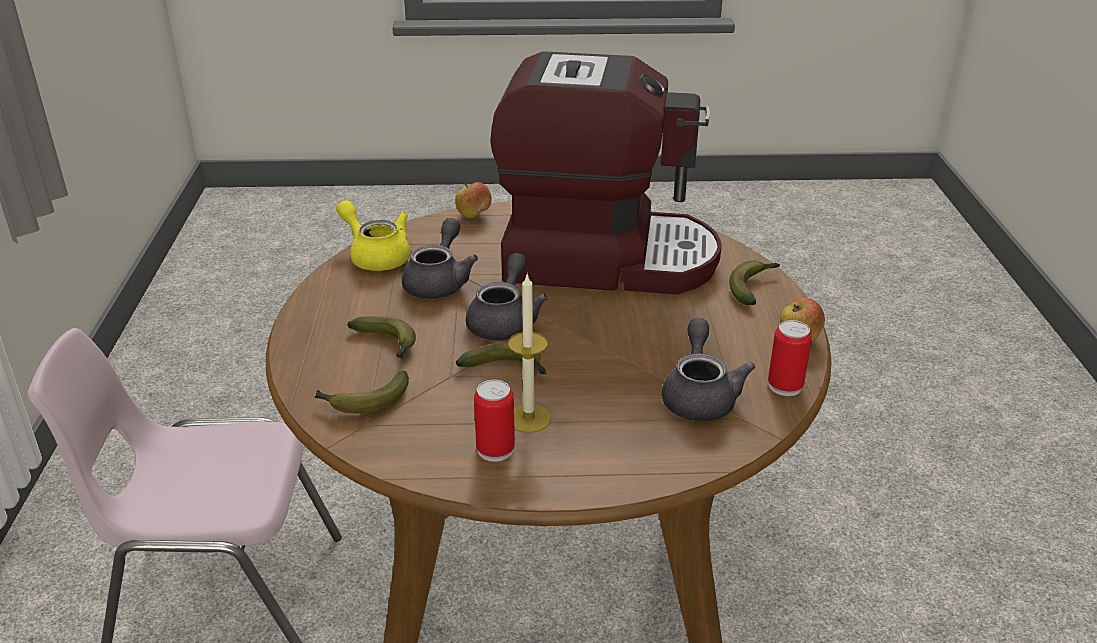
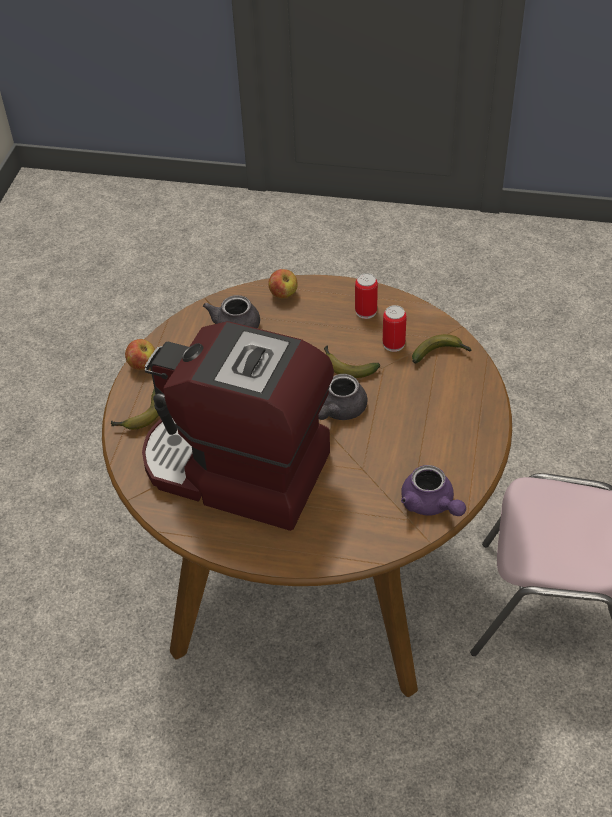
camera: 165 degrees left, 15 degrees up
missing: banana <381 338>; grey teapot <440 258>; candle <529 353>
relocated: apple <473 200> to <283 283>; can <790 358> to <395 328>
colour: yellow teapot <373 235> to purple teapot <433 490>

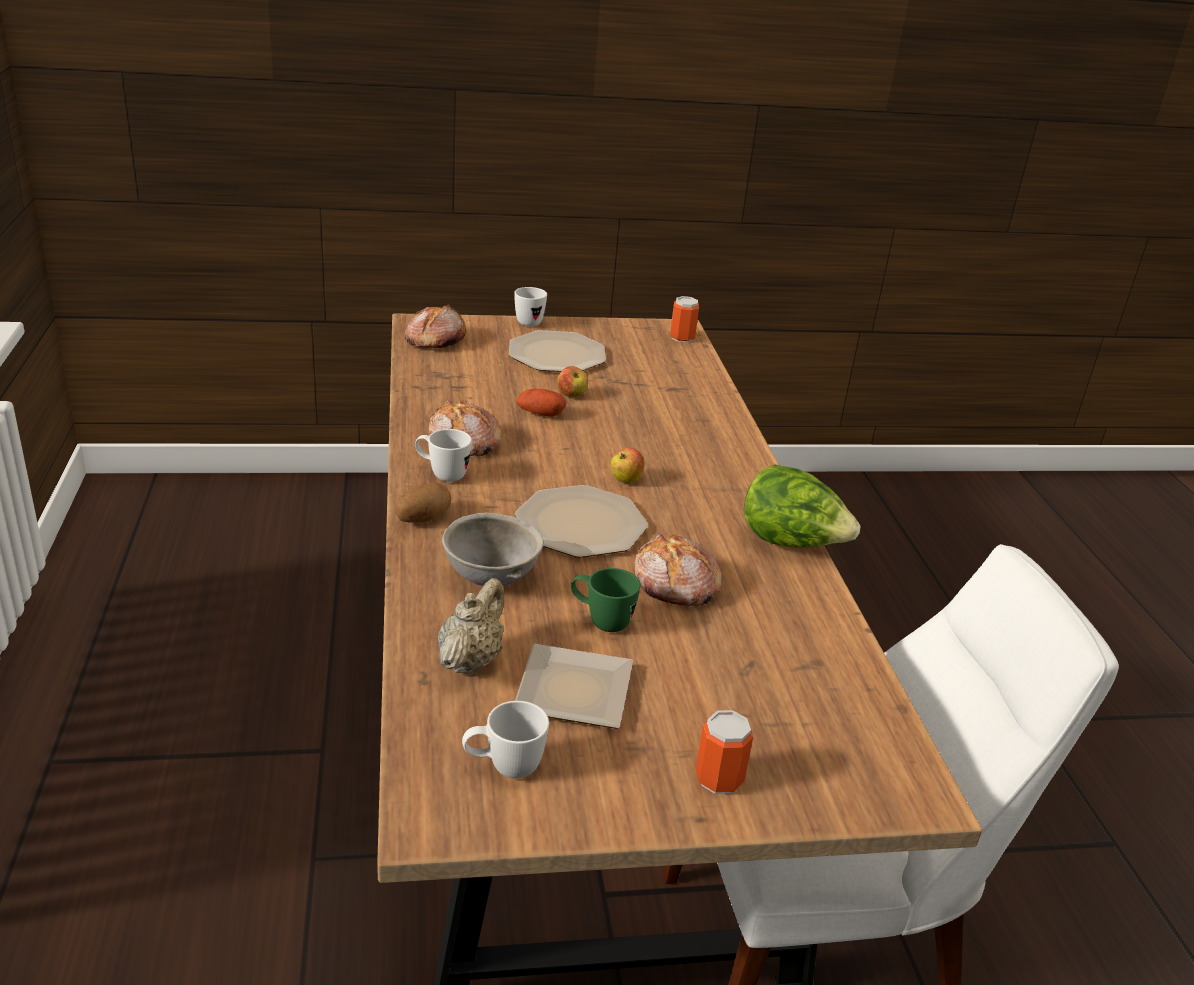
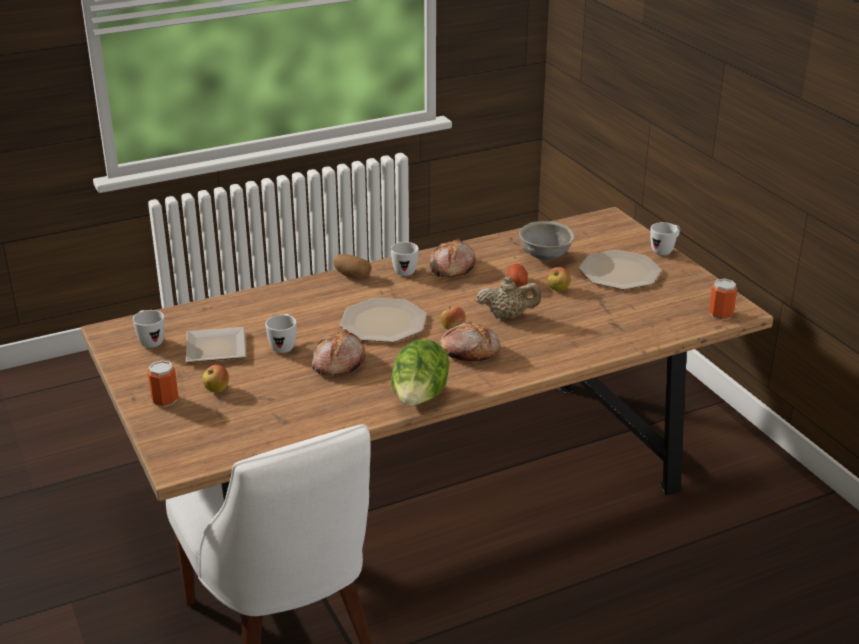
camera: 75 degrees right, 0 degrees up
appeared: apple <215 378>
relocated: bread <435 326> to <470 341>; beige teapot <471 626> to <509 298>; grey bowl <493 549> to <546 240>
colour: green mug <605 600> to white mug <281 333>

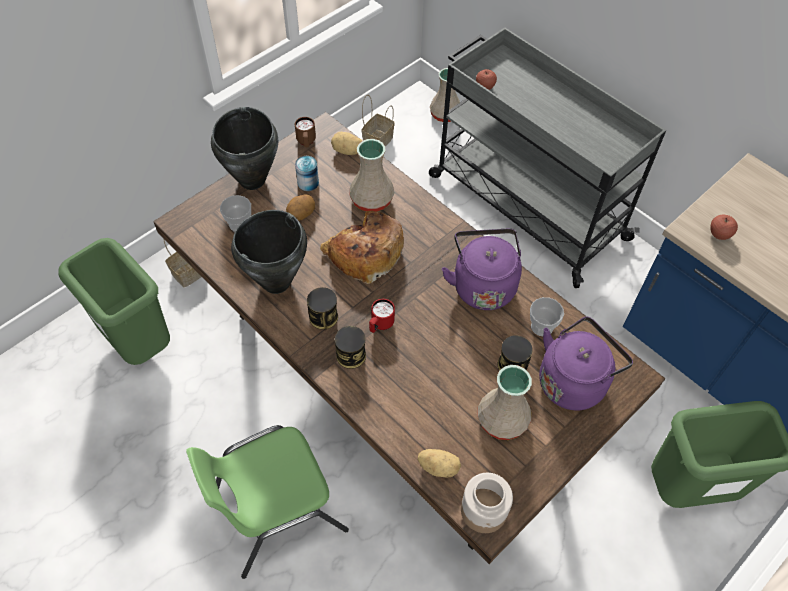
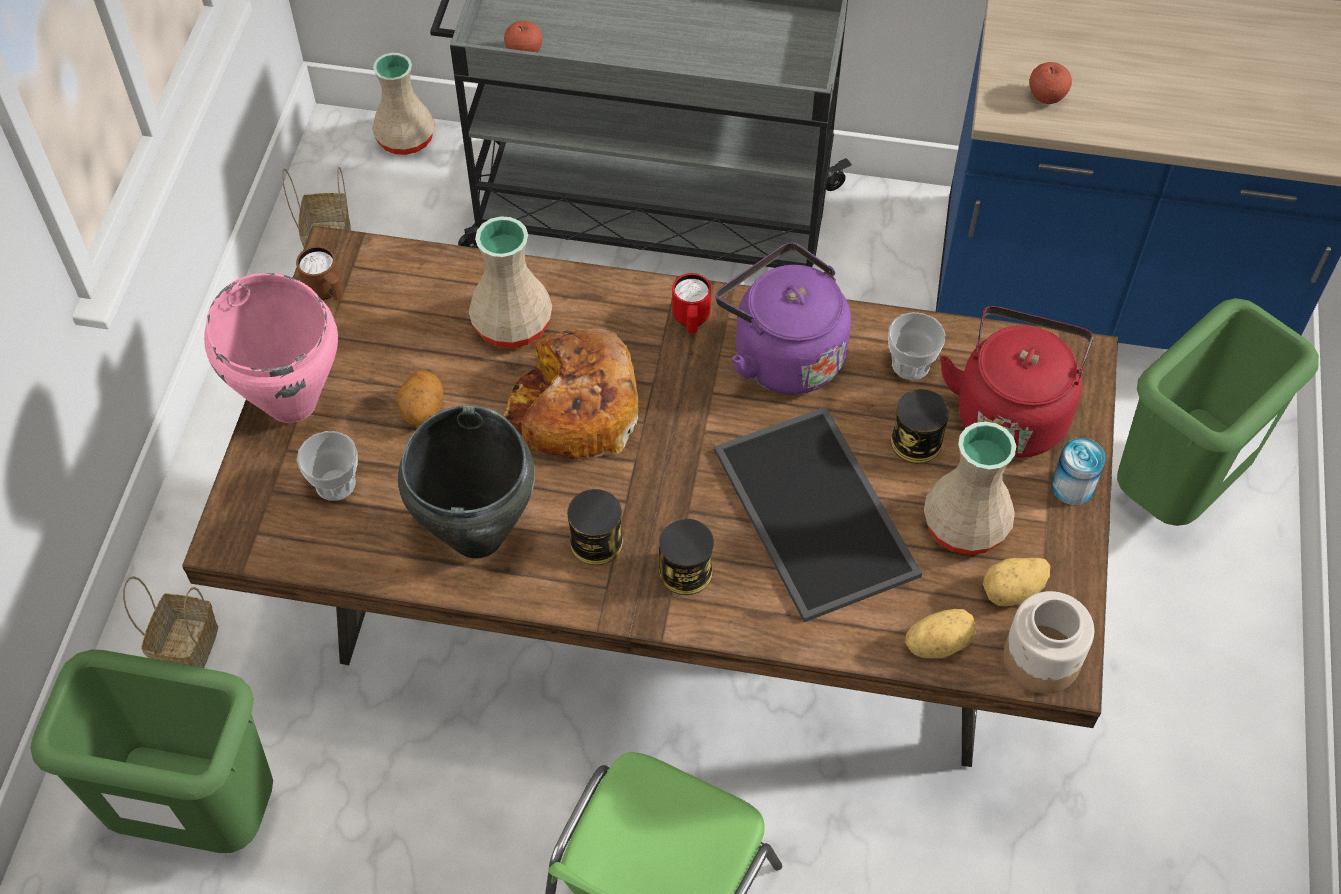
camera: 35 degrees left, 0 degrees up
appeared: tray <818 514>
relocated: red mug <382 316> to <691 303>; potato <347 143> to <1017 582>; can <307 173> to <1078 471>
colour: black cooking pot <244 148> to pink cooking pot <271 348>; purple kettle <586 363> to red kettle <1016 382>

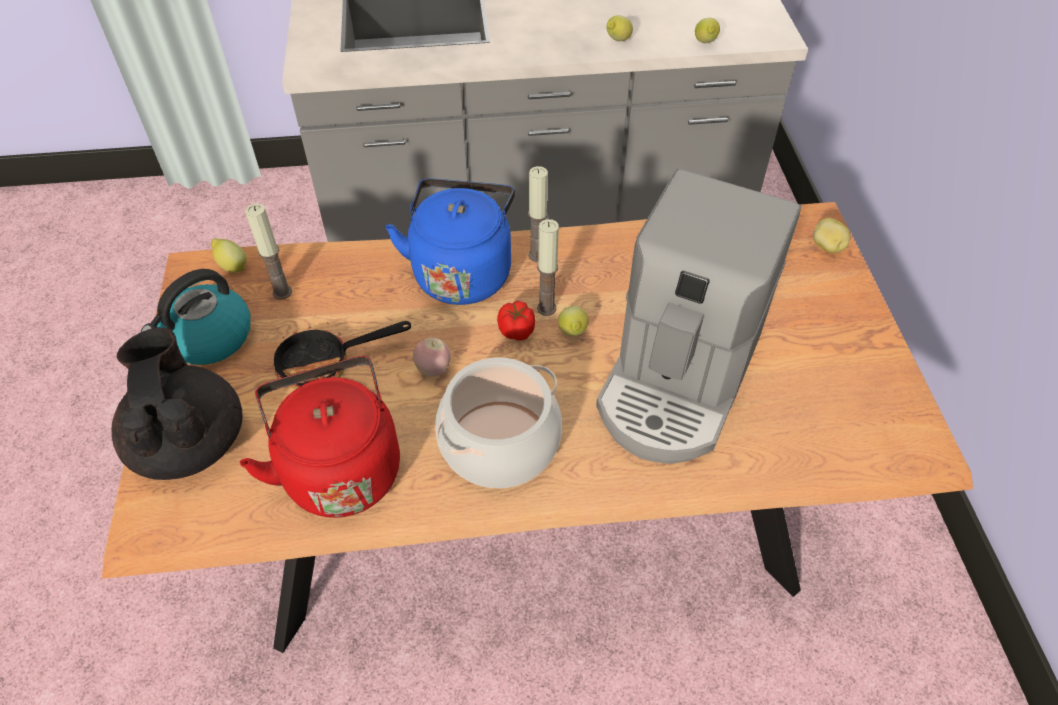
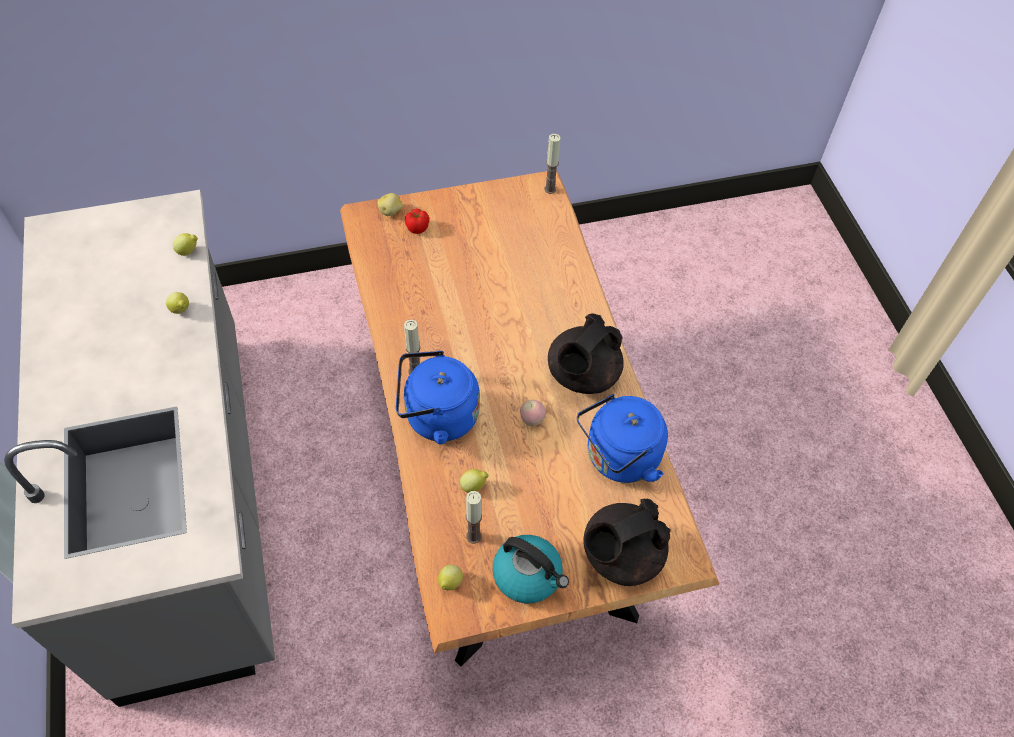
camera: 100 degrees left, 5 degrees up
missing: frying pan <342 355>; coffee machine <699 316>
relocated: tomato <516 321> to <417 221>; lemon <573 321> to <474 481>; candle <548 267> to <552 164>
exchanged: cooking pot <498 423> to black teapot <586 353>
colour: red kettle <320 437> to blue kettle <622 438>

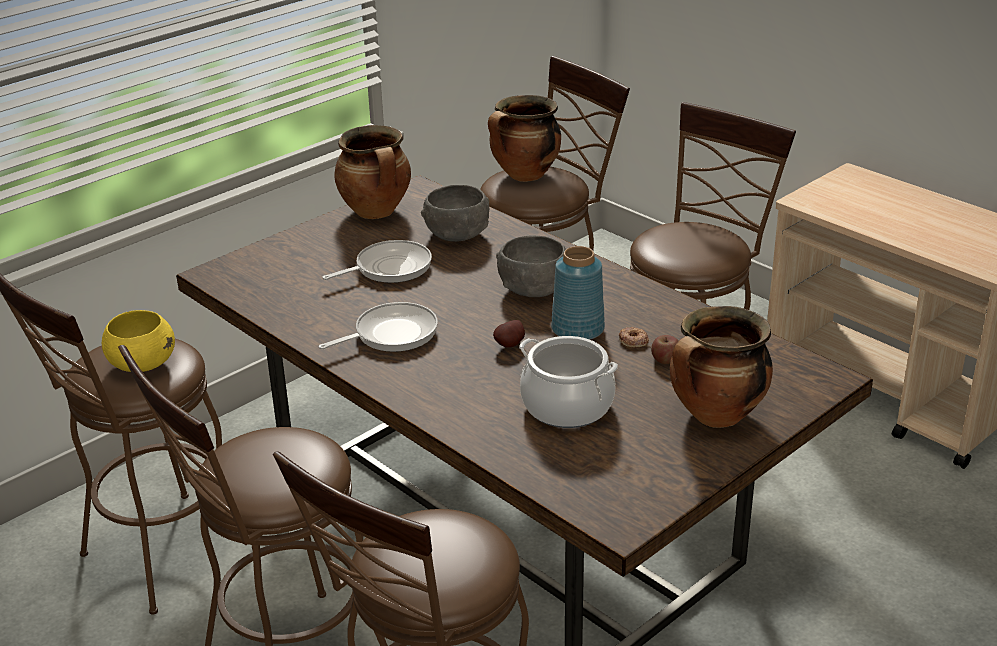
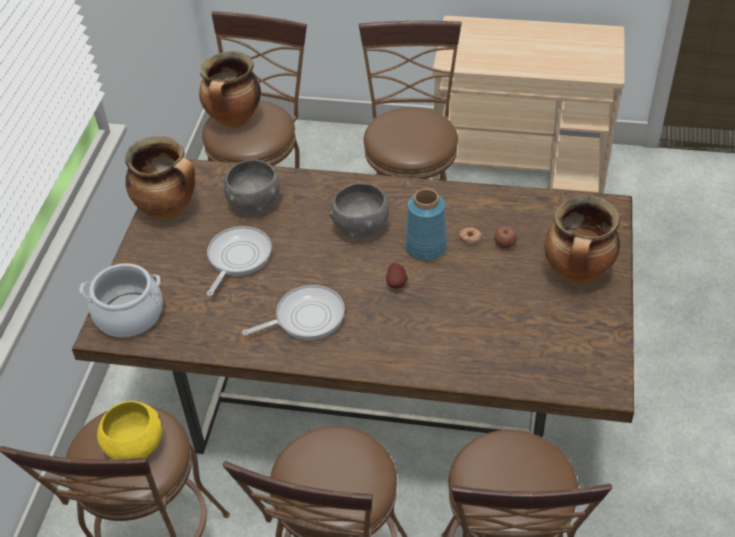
camera: 35 degrees left, 15 degrees up
relocated: cooking pot <568 382> to <121 300>
spun: frying pan <378 327> = <293 312> 45 degrees clockwise

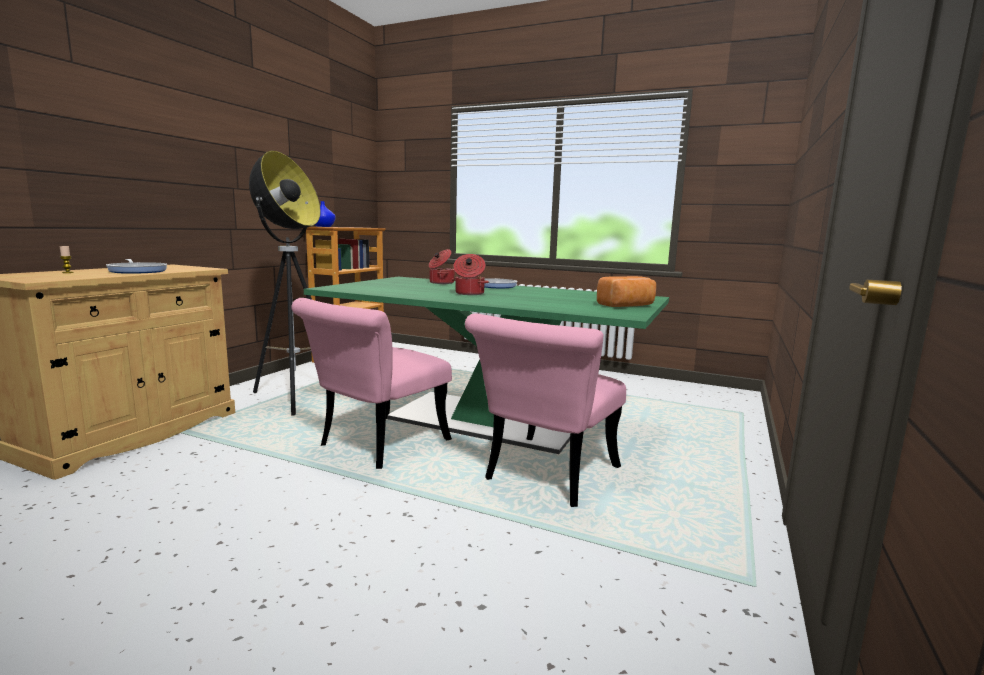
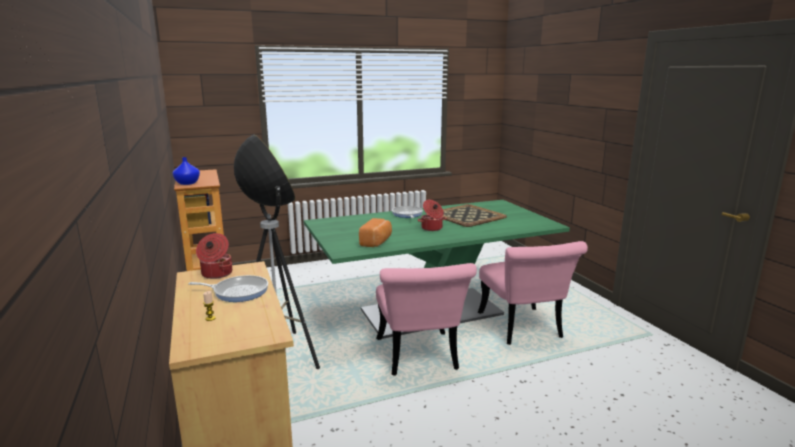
camera: 45 degrees left, 5 degrees up
appeared: tray <474 215>
relocated: cooking pot <442 266> to <214 256>; bread <626 291> to <375 232>

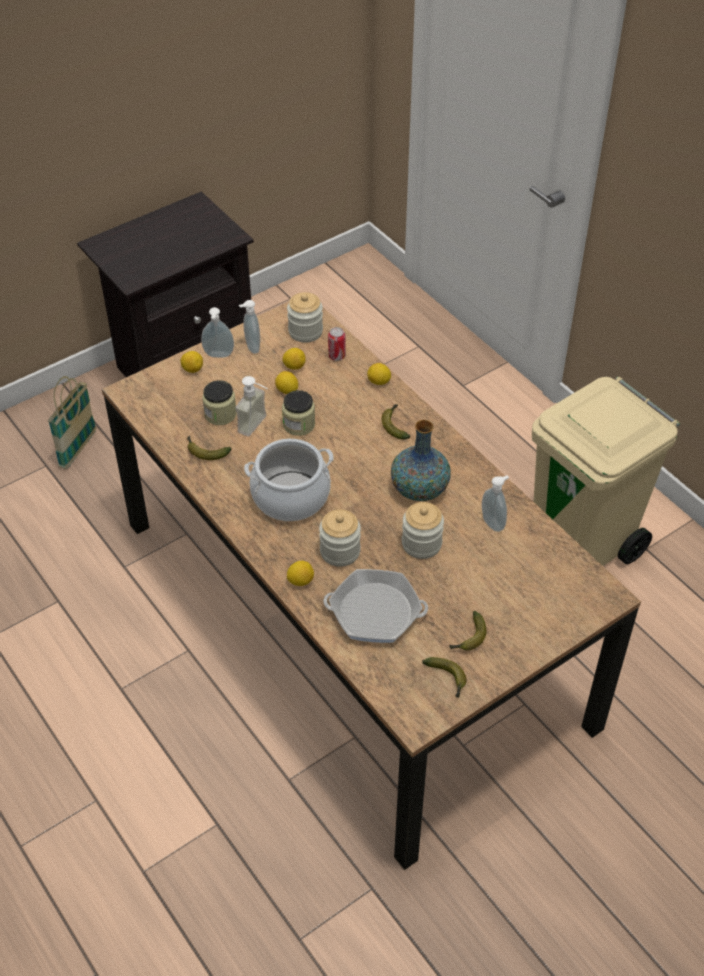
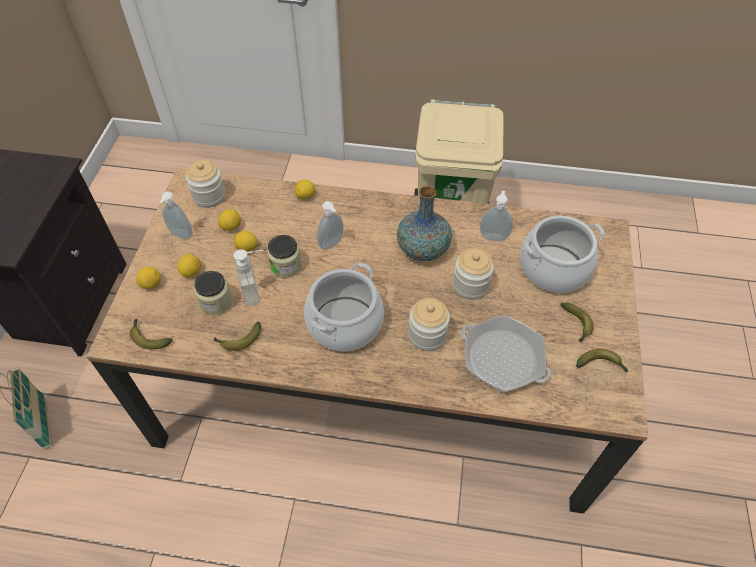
camera: 45 degrees left, 5 degrees up
missing: can <337 344>
appeared: cooking pot <562 254>
relocated: banana <396 422> to <151 334>; lemon <300 573> to <189 266>; soap dispenser <217 332> to <330 225>
spun: frying pan <375 606> = <506 353> 75 degrees clockwise

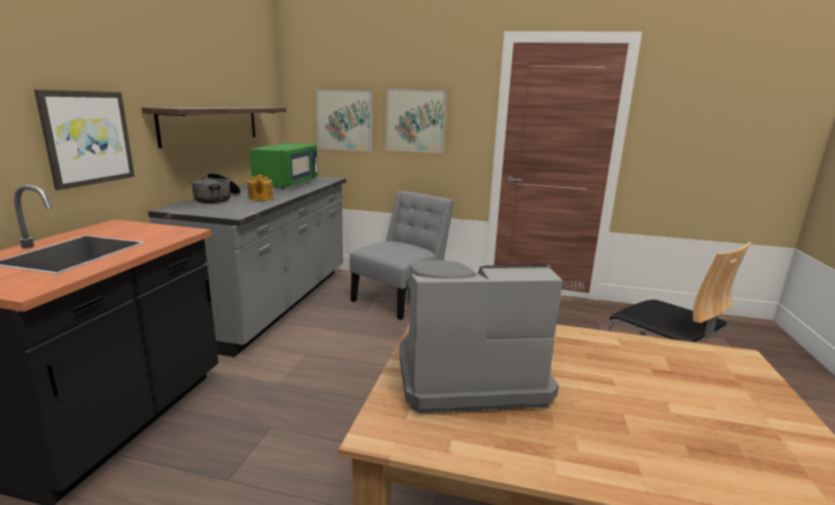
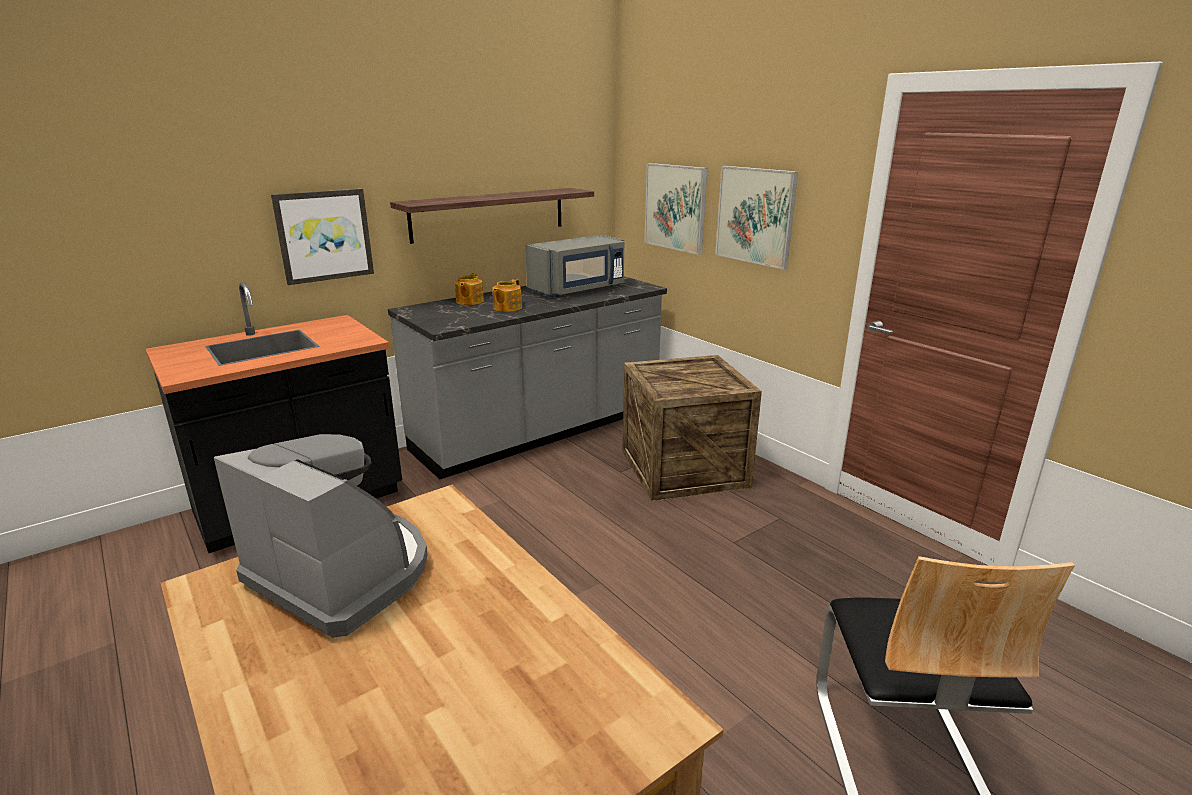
camera: 40 degrees right, 5 degrees up
exchanged: cooking pot <216 188> to teapot <469 289>; grey chair <402 255> to crate <692 428>
colour: green microwave <283 166> to grey microwave <574 266>

